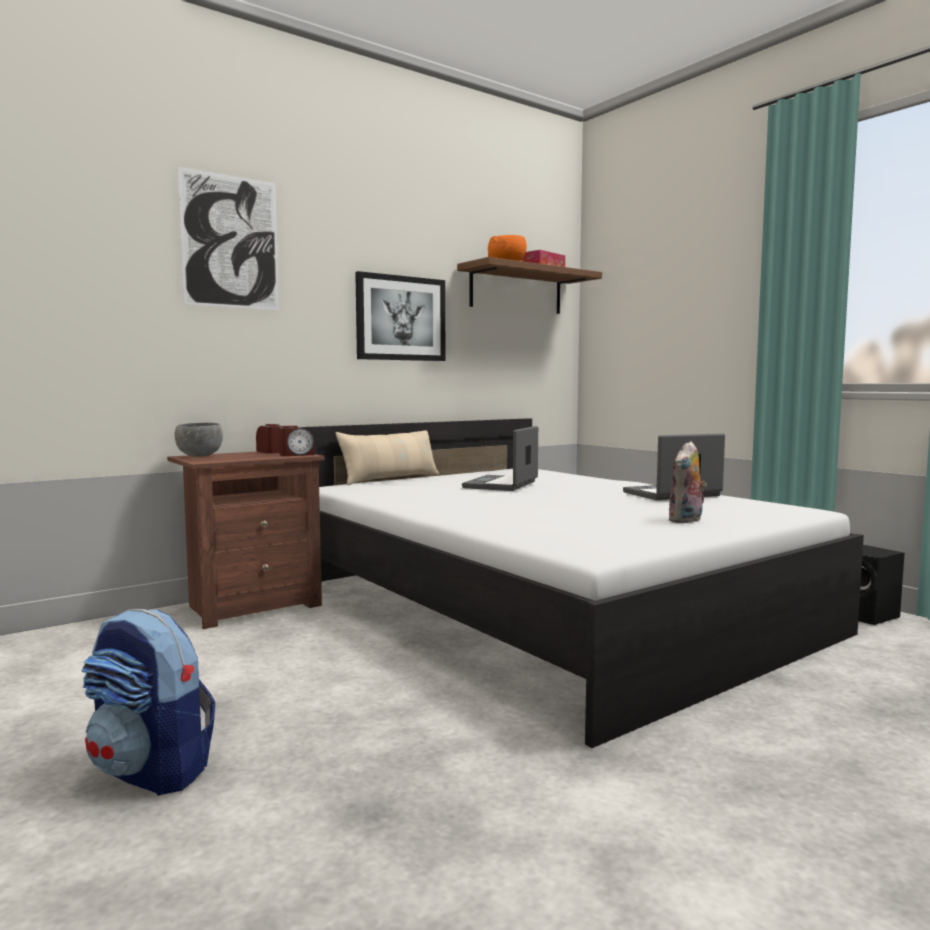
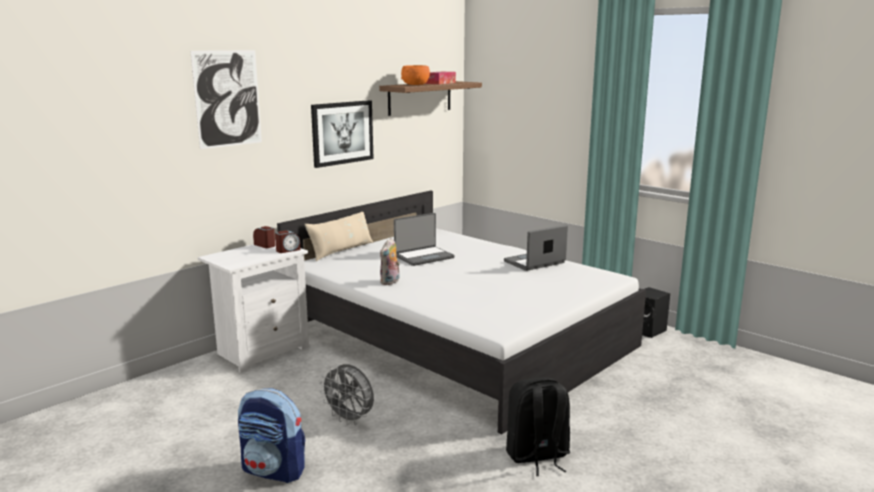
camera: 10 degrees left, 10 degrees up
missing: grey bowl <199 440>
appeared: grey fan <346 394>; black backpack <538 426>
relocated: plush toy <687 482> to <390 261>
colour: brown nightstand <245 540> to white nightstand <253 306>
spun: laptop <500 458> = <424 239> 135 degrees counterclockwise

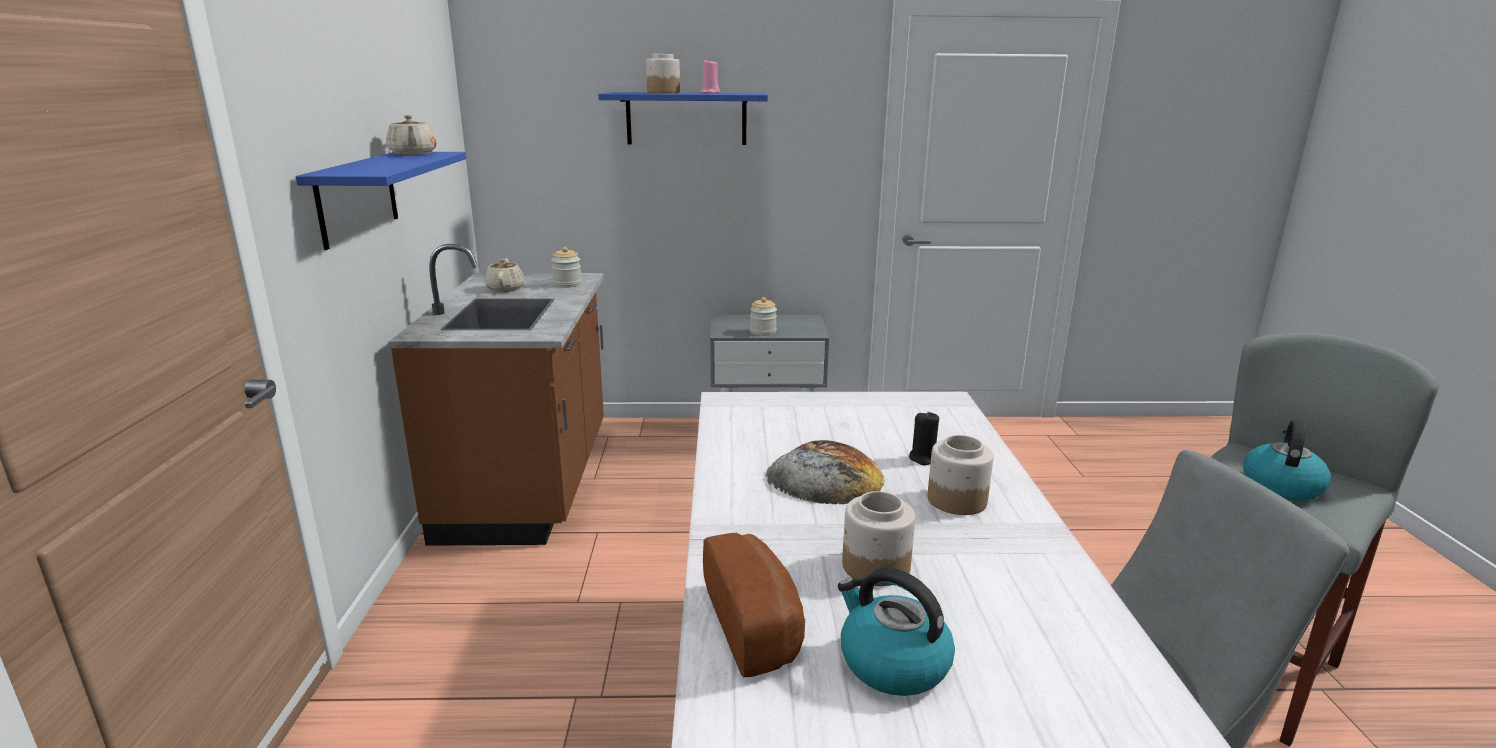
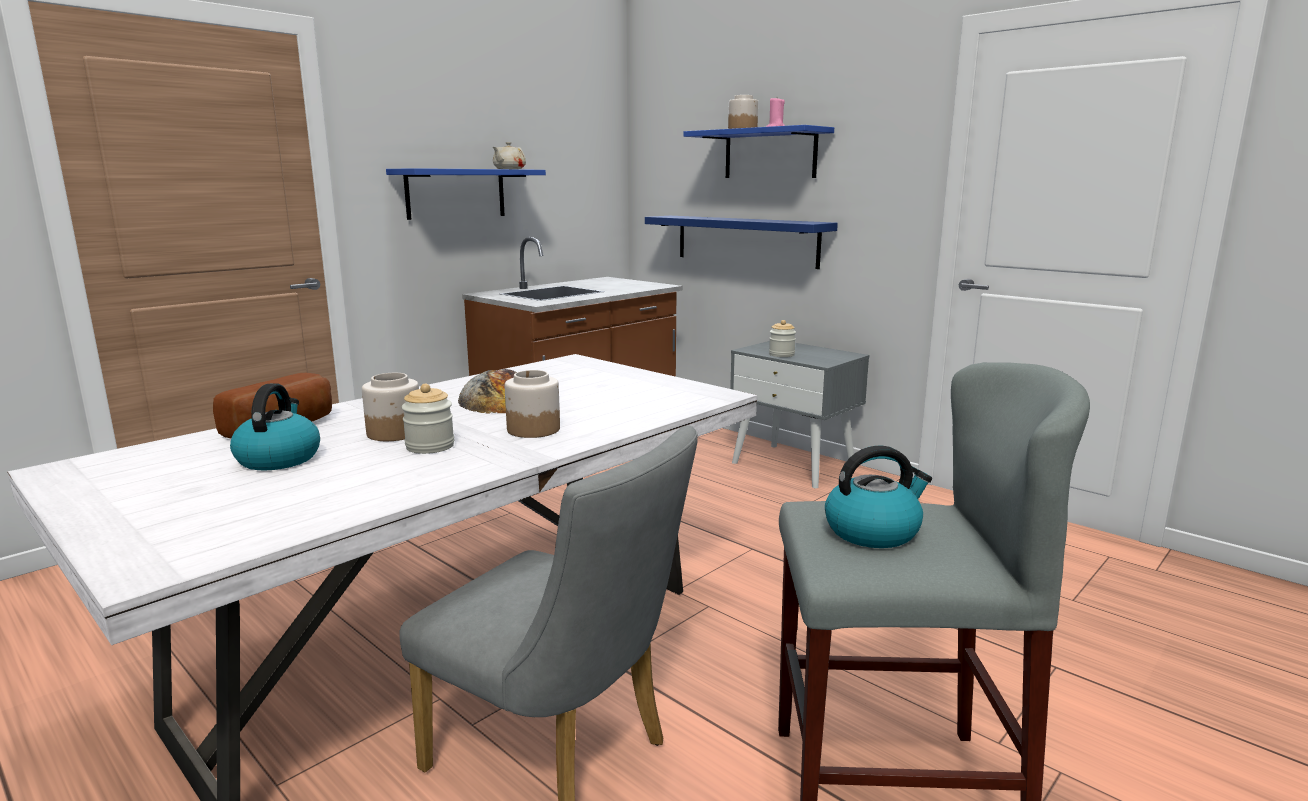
camera: 45 degrees right, 5 degrees down
missing: beige teapot <504 275>; black candle <924 438>
appeared: blue shelf <741 242>
relocated: jar <566 267> to <427 419>

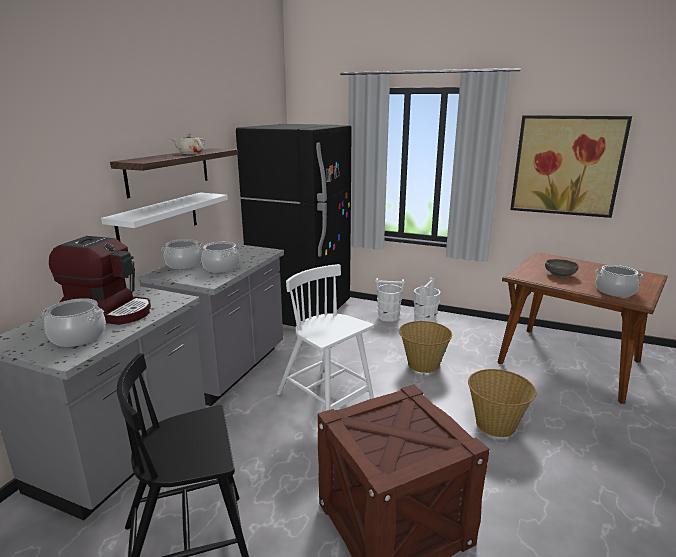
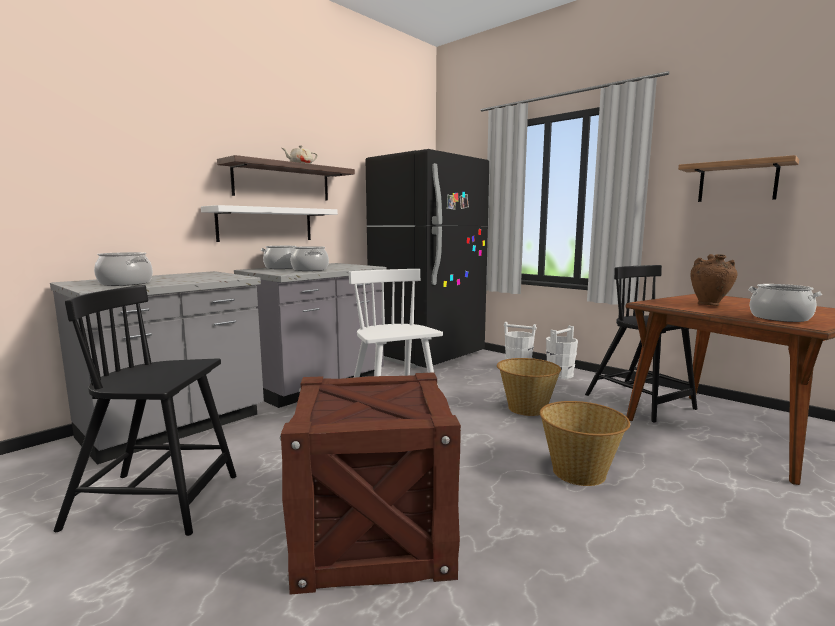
camera: 20 degrees right, 10 degrees down
missing: coffee machine <100 280>
appeared: black chair <641 344>
exchanged: picture <571 166> to shelf <738 178>; grey bowl <561 268> to brown vase <714 280>

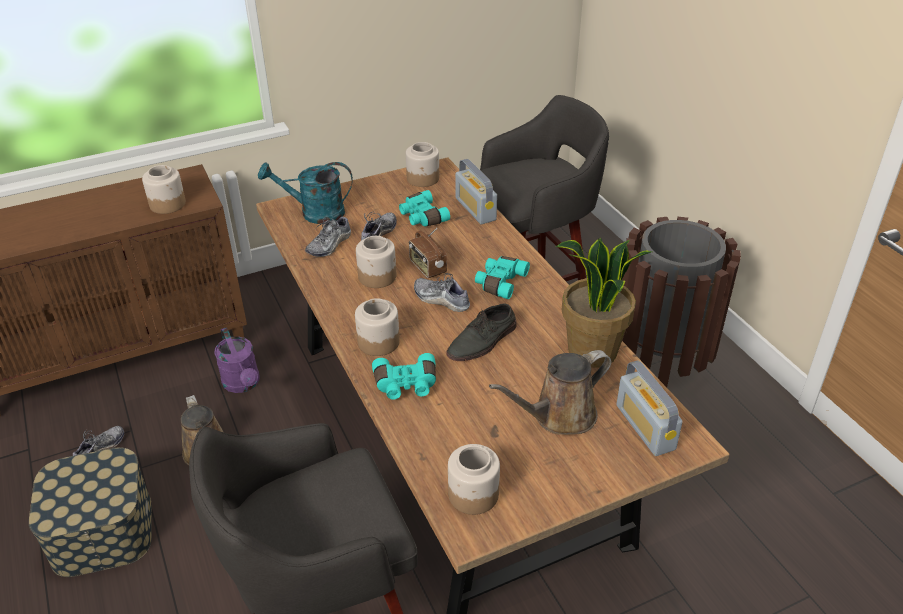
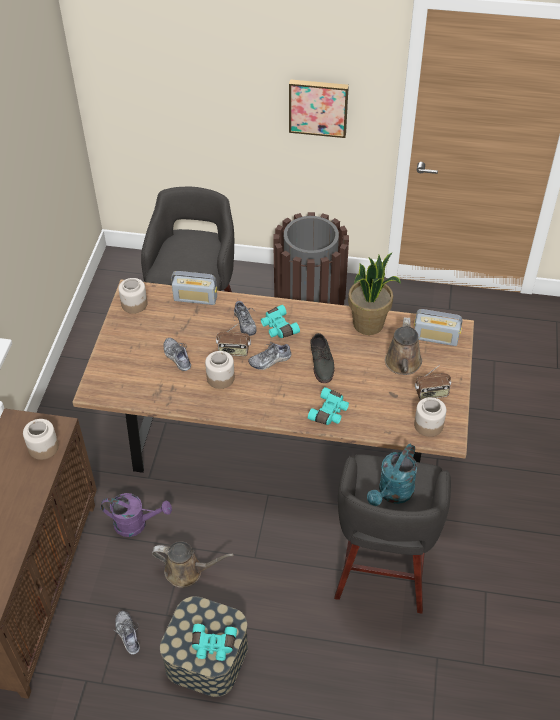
camera: 55 degrees left, 10 degrees up
missing: jar <377 327>
appeared: picture <319 108>; radio <433 382>
relocated: turquoise binoculars <424 208> to <214 642>; shoe <328 236> to <245 318>; turquoise watering can <305 193> to <392 475>

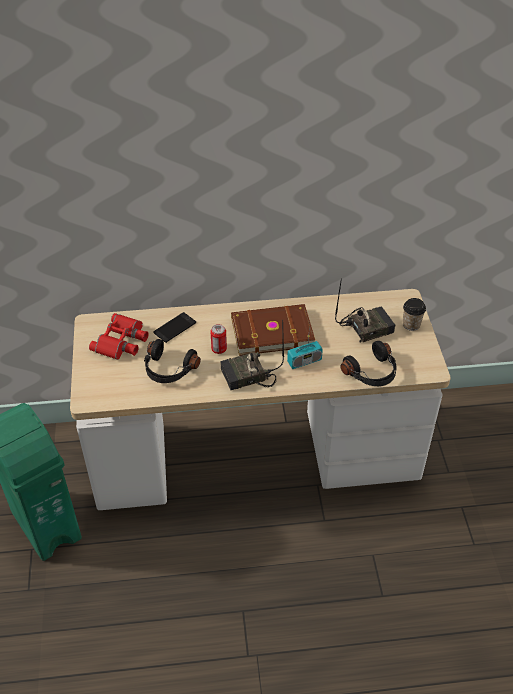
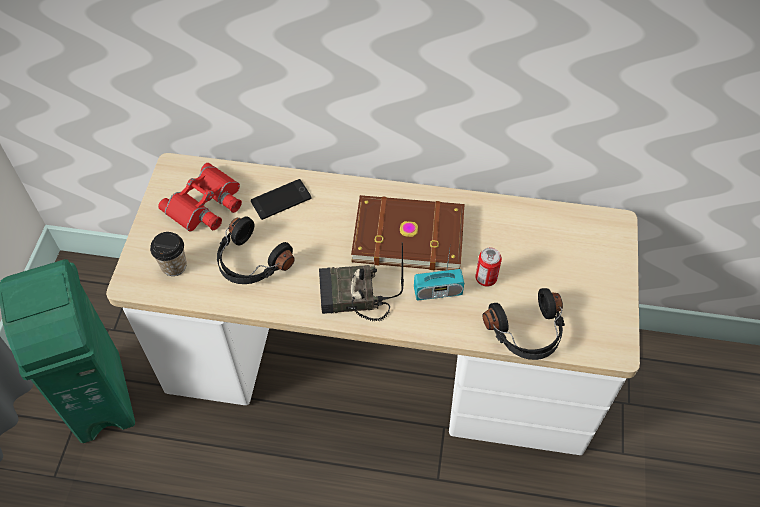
camera: 15 degrees right, 10 degrees up
missing: radio <365 310>
relocated: cup <414 314> to <168 254>; can <218 339> to <488 267>

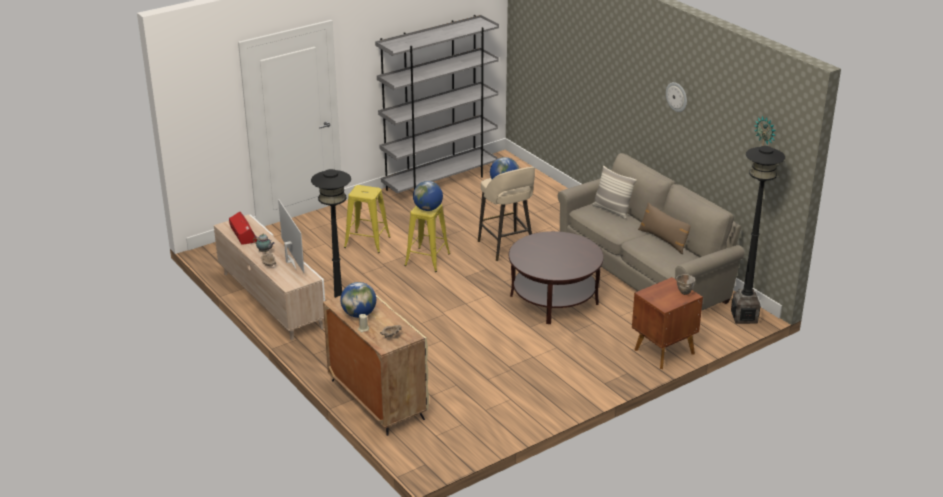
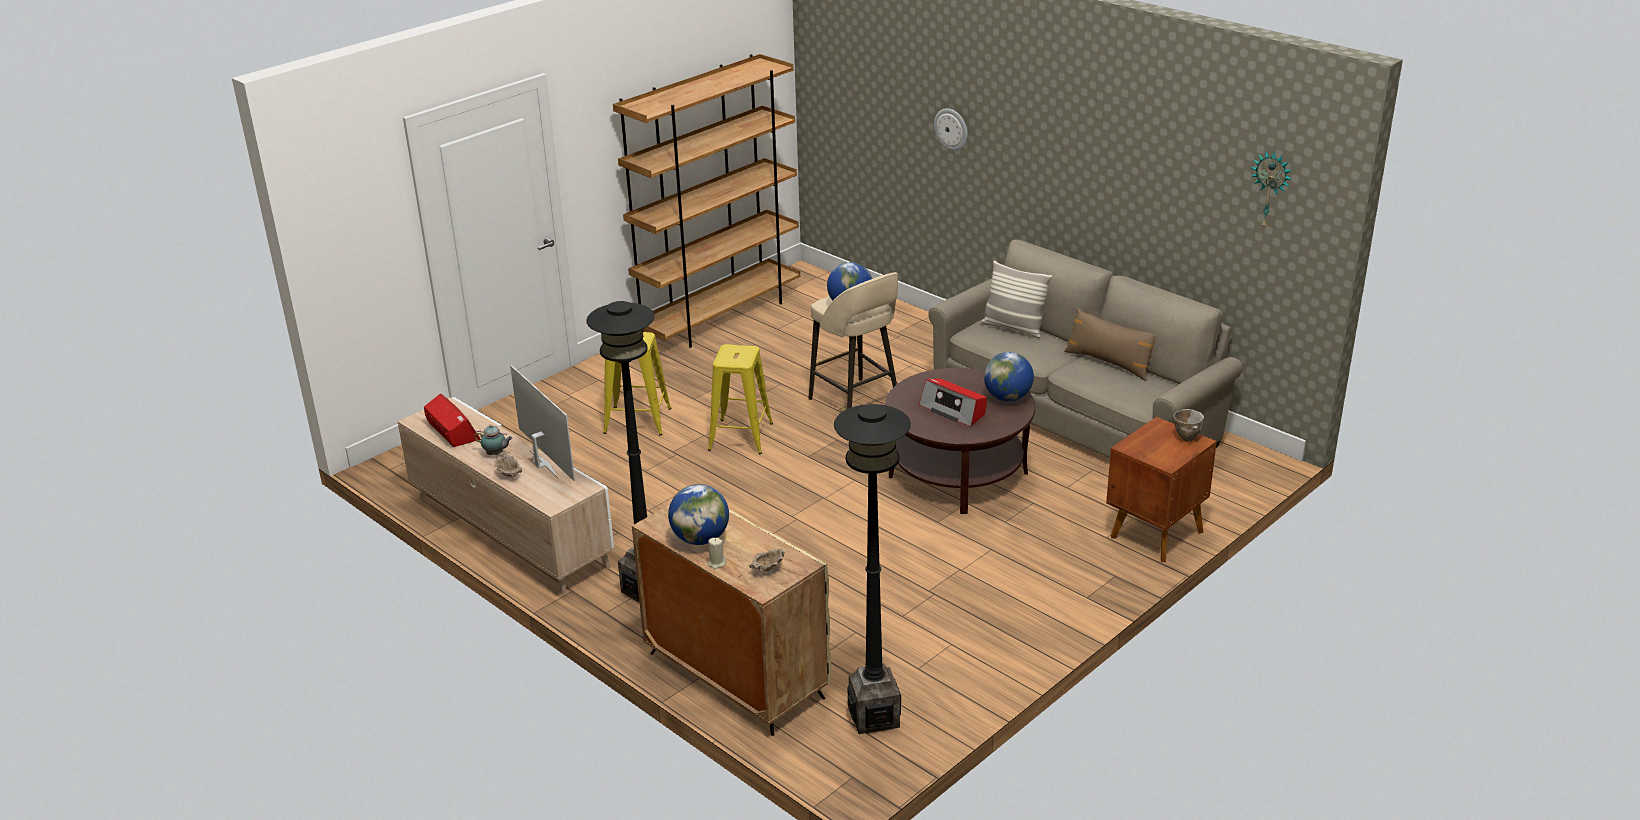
camera: 10 degrees left, 0 degrees up
appeared: radio <953 403>
relocated: black floor lamp <758 235> to <872 569>; wall clock <676 97> to <951 129>; globe <428 196> to <1009 376>
colour: grey bookcase <437 104> to brown bookcase <706 201>

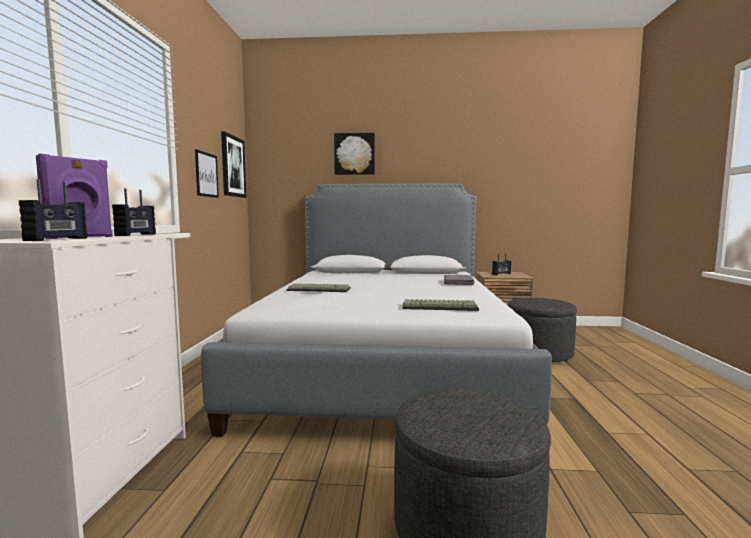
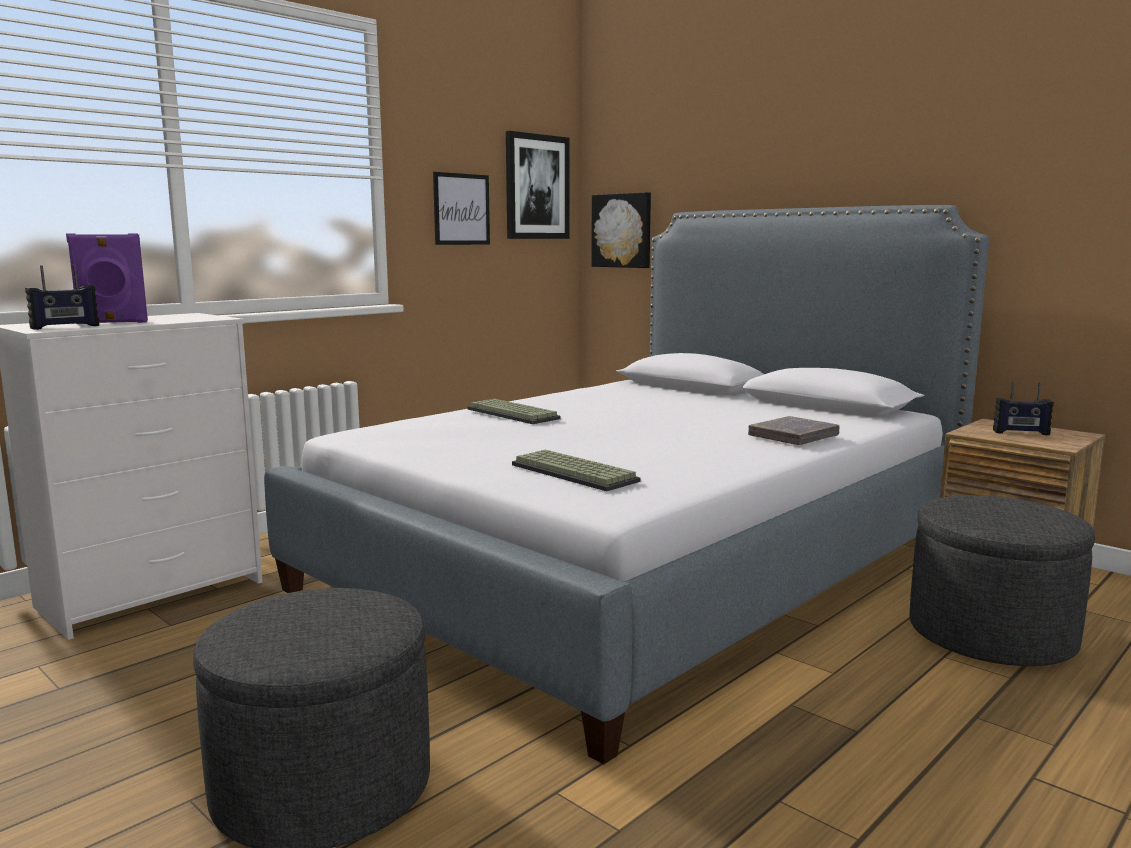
camera: 40 degrees right, 5 degrees up
missing: radio <134 212>
relocated: picture <354 154> to <621 230>

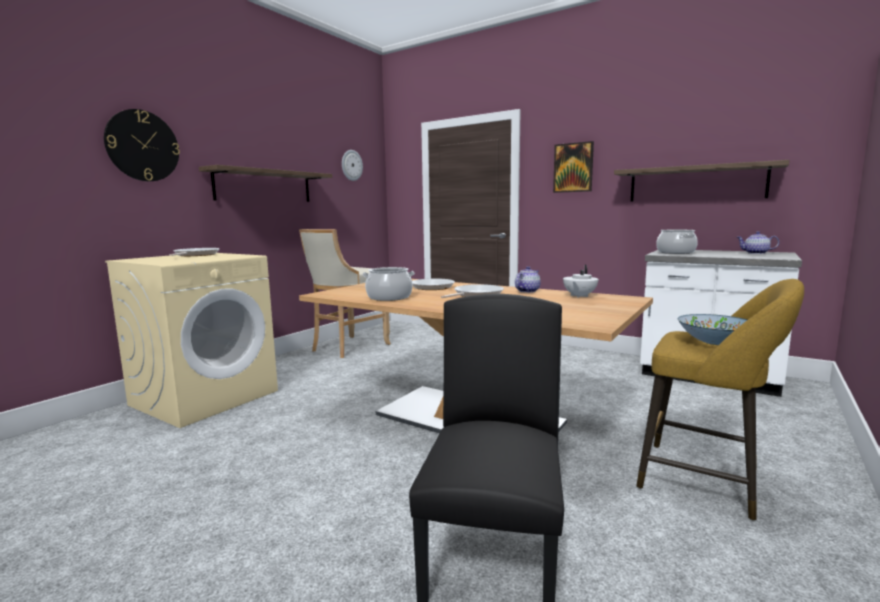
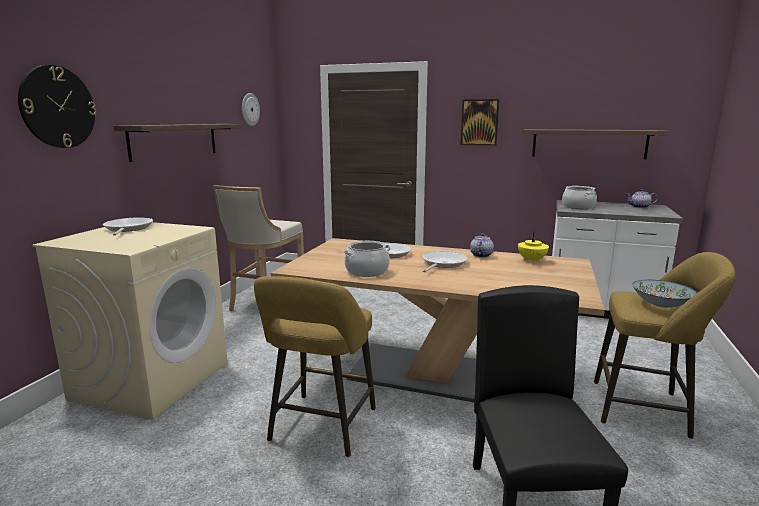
camera: 15 degrees left, 5 degrees up
appeared: yellow stool <315 366>
colour: white teapot <581 281> to yellow teapot <533 247>

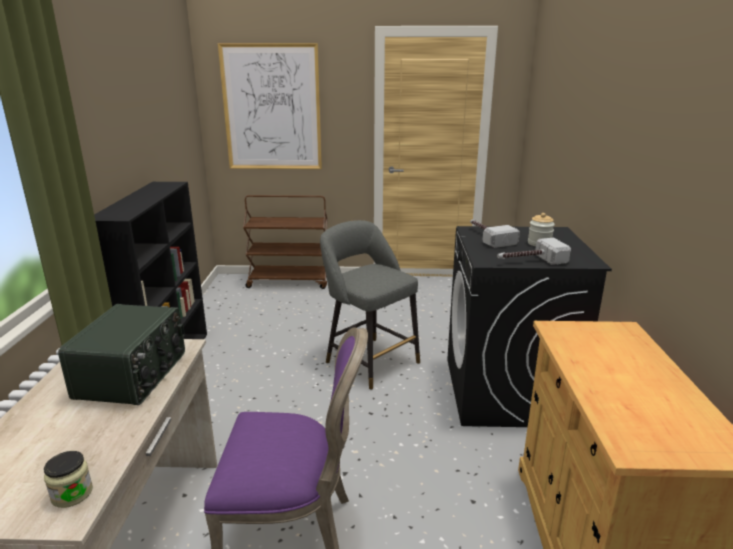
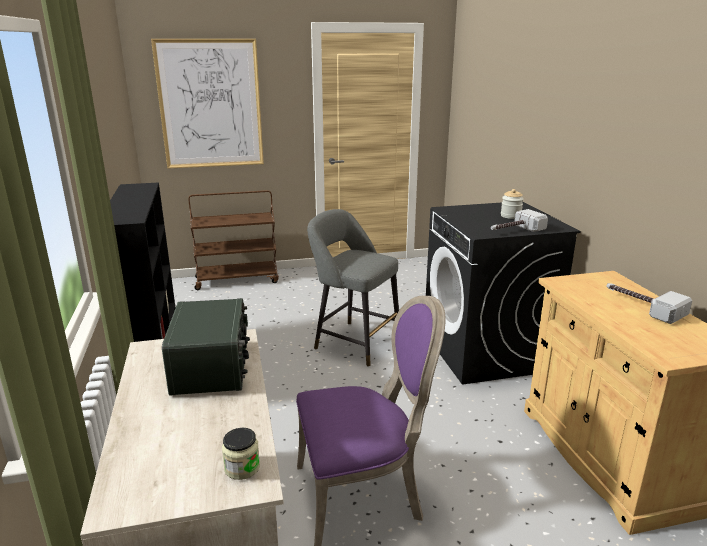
camera: 15 degrees left, 0 degrees up
relocated: hammer <495 234> to <649 303>

